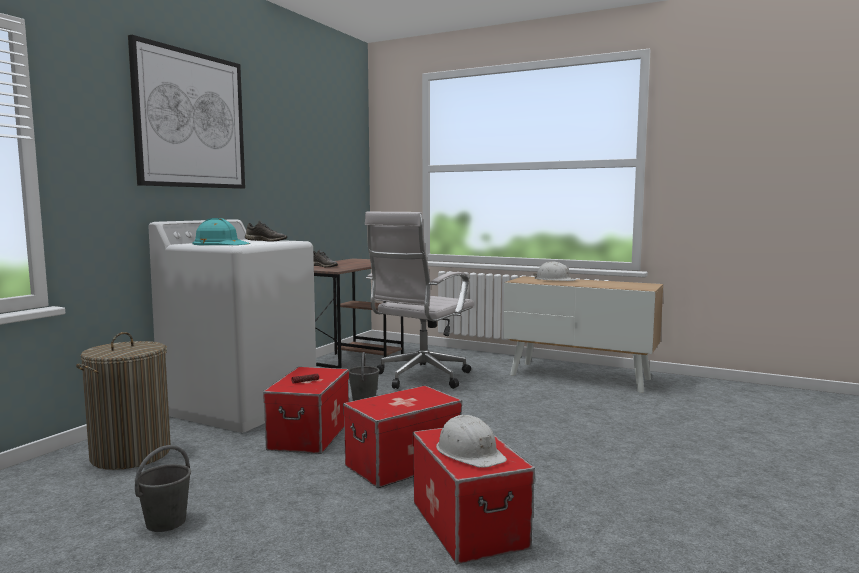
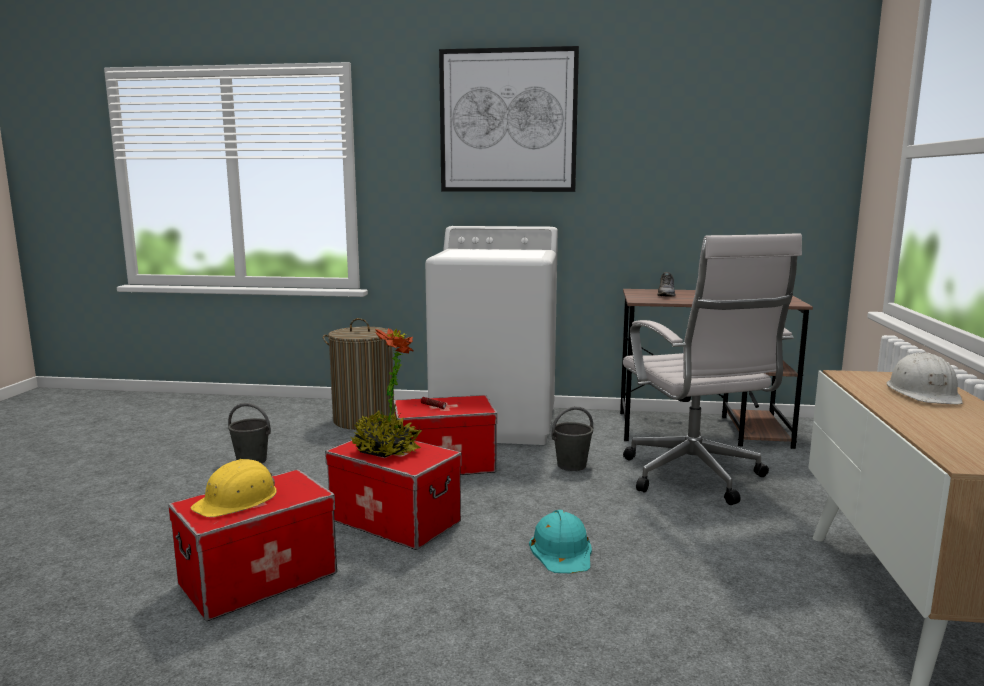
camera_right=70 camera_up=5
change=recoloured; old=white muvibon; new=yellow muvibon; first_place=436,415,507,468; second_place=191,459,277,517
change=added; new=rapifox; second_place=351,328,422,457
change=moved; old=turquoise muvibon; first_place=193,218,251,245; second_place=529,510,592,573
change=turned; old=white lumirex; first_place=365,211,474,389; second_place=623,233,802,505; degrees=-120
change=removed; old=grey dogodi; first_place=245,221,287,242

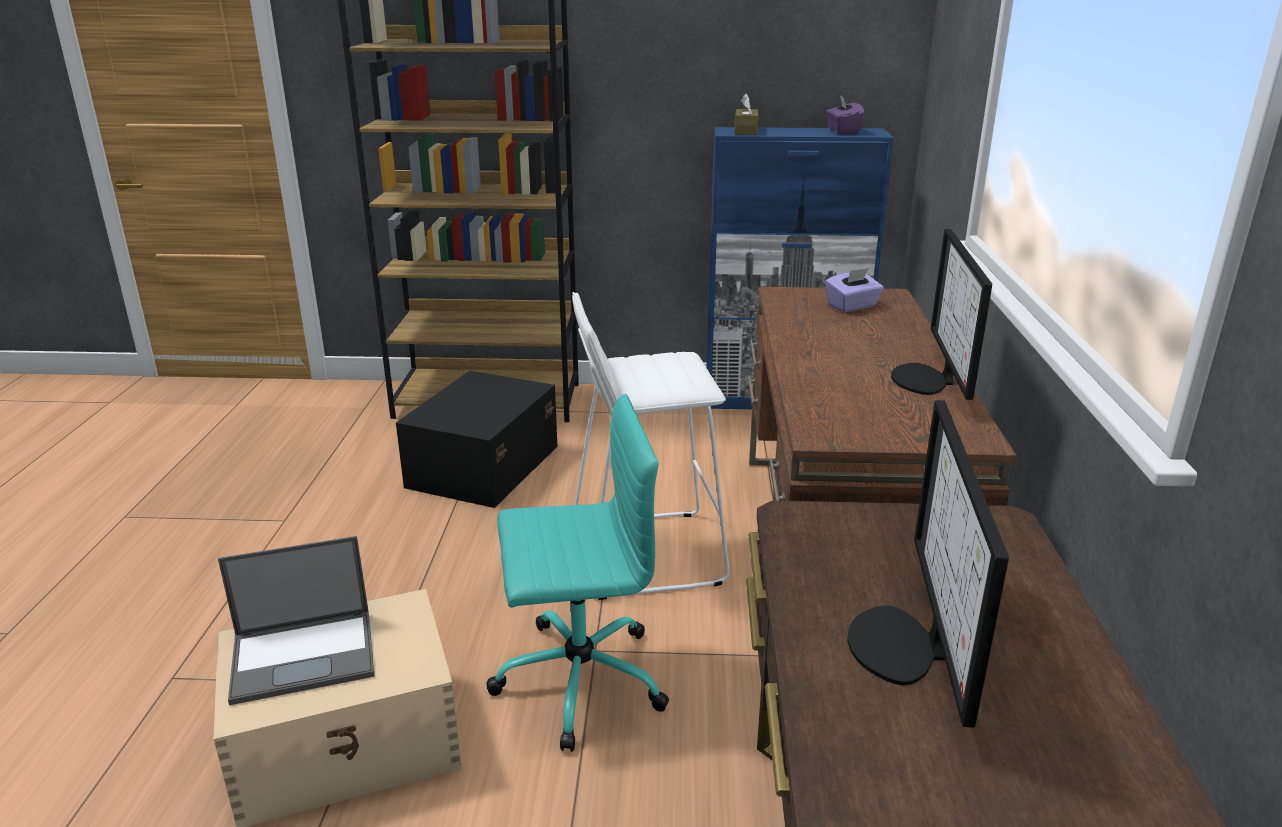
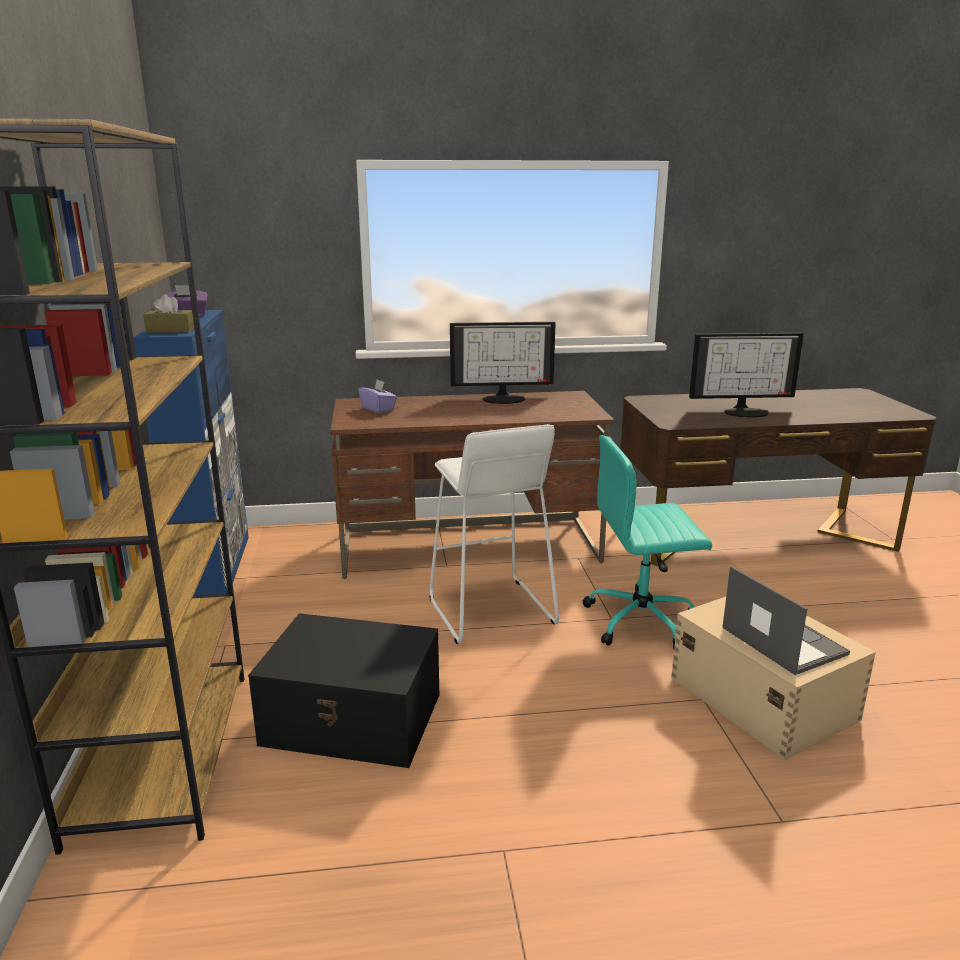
camera_right=-100 camera_up=-5
change=turned; old=turquoise lumirex; first_place=486,394,669,752; second_place=583,435,712,649; degrees=-75

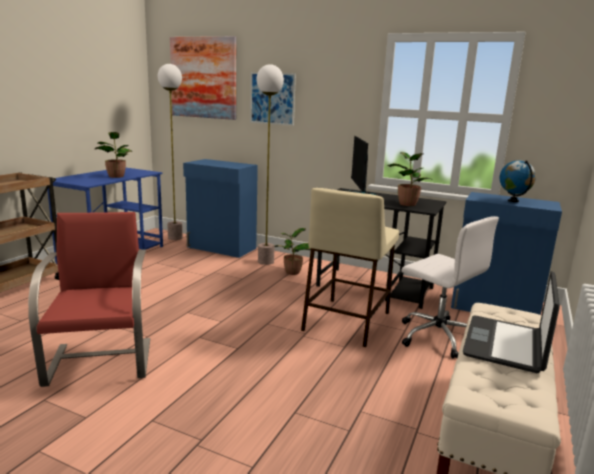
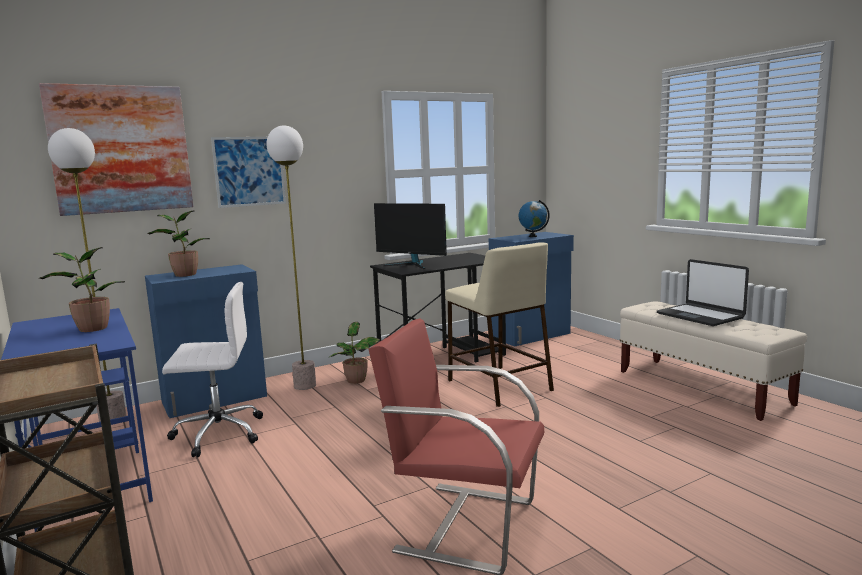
camera_right=-55 camera_up=-5
change=moved; old=rapifox; first_place=387,152,430,206; second_place=147,210,210,277
change=moved; old=white lumirex; first_place=401,216,499,359; second_place=162,282,263,457

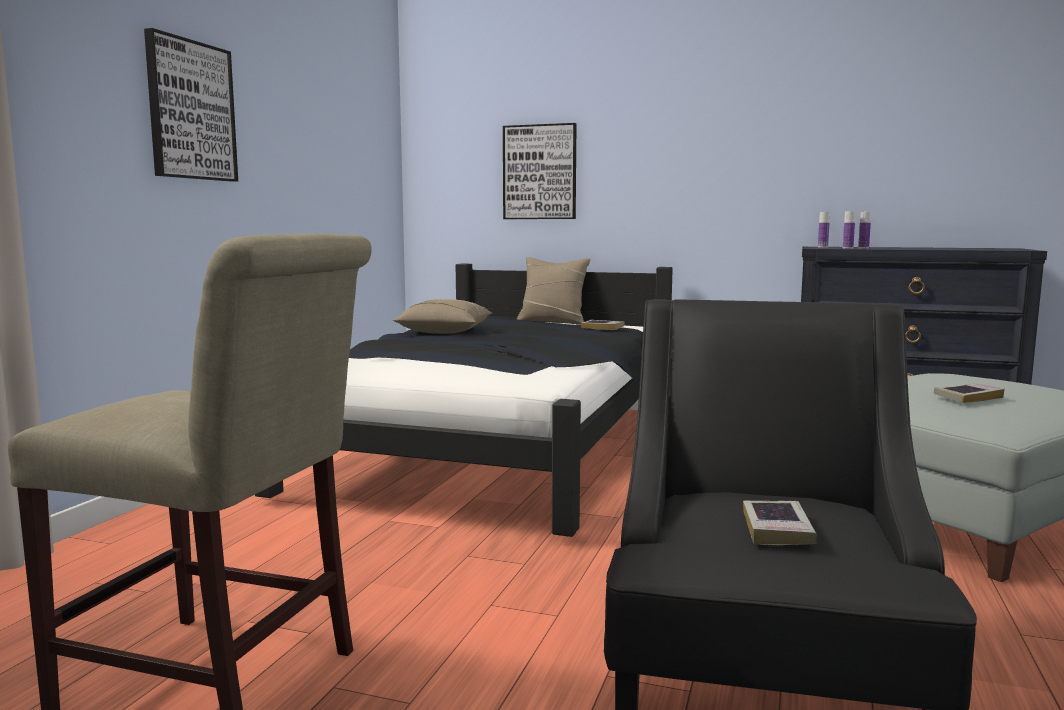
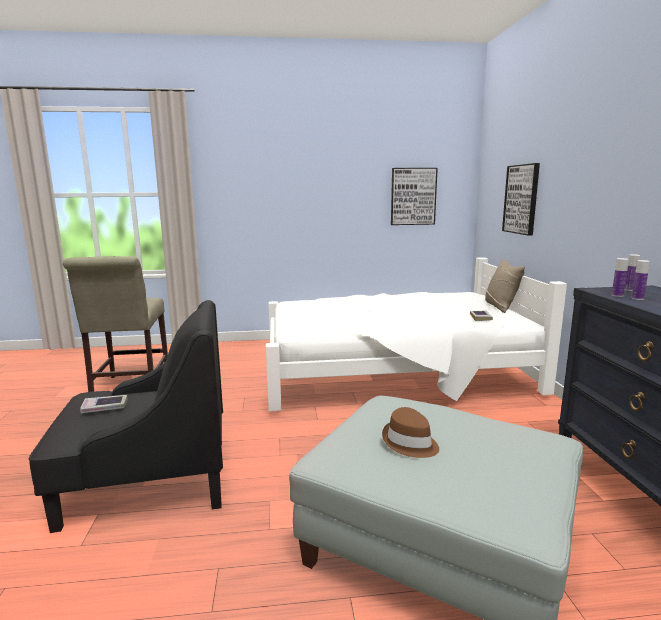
camera_right=65 camera_up=5
change=recoloured; old=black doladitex; new=white doladitex; first_place=255,264,673,537; second_place=266,257,567,411
change=replaced; old=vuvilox; new=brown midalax; first_place=934,383,1005,403; second_place=382,407,439,458
change=moved; old=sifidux; first_place=144,28,238,182; second_place=391,168,438,225
change=removed; old=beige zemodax; first_place=393,299,492,334

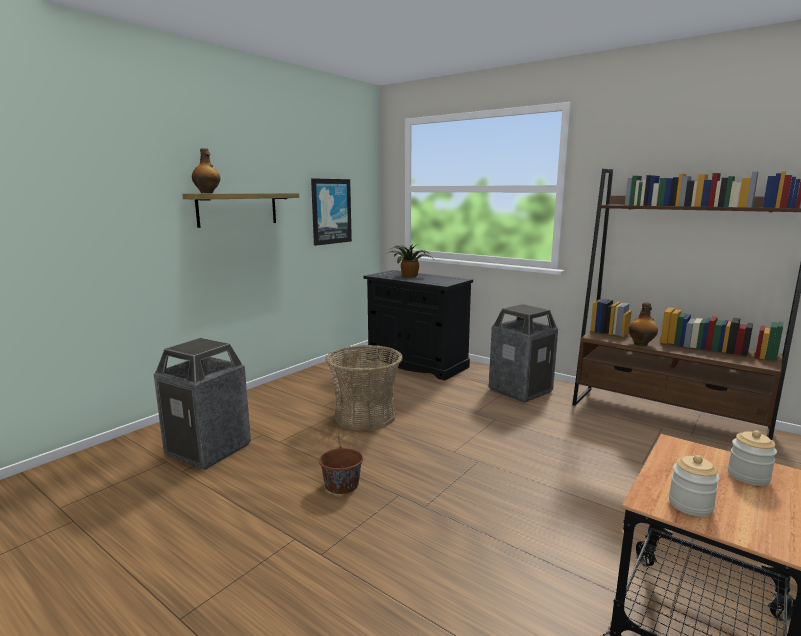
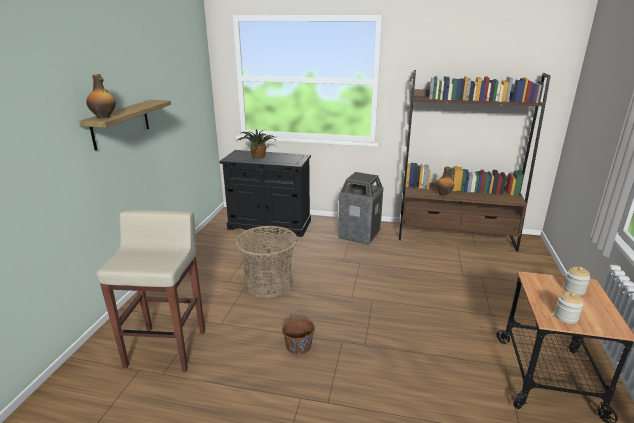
camera_right=-25 camera_up=10
change=replaced; old=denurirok; new=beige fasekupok; first_place=154,338,251,470; second_place=96,210,205,371
change=removed; old=sifidux; first_place=311,178,352,246

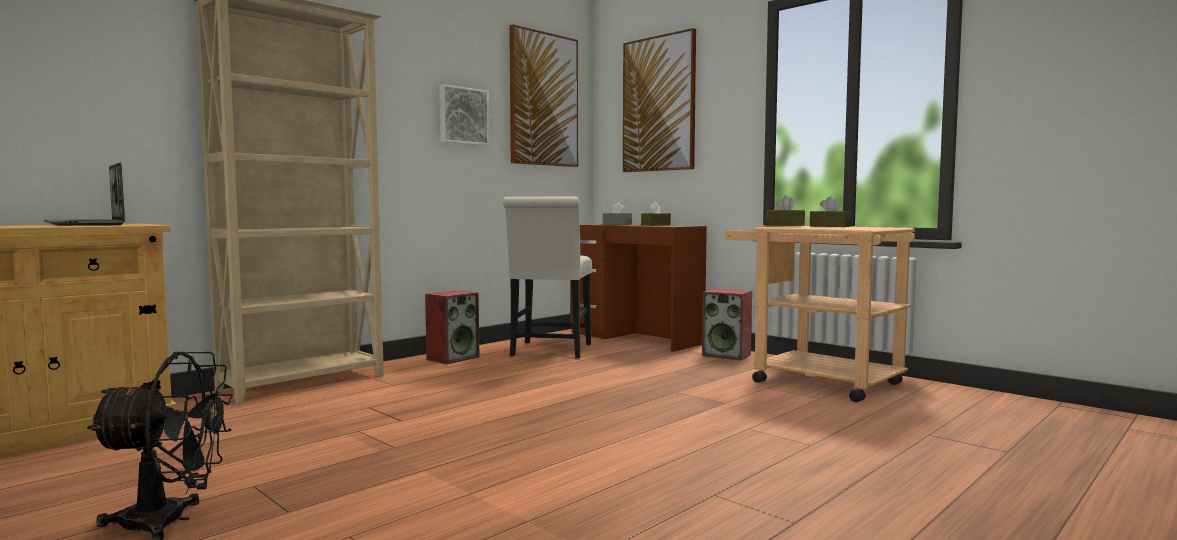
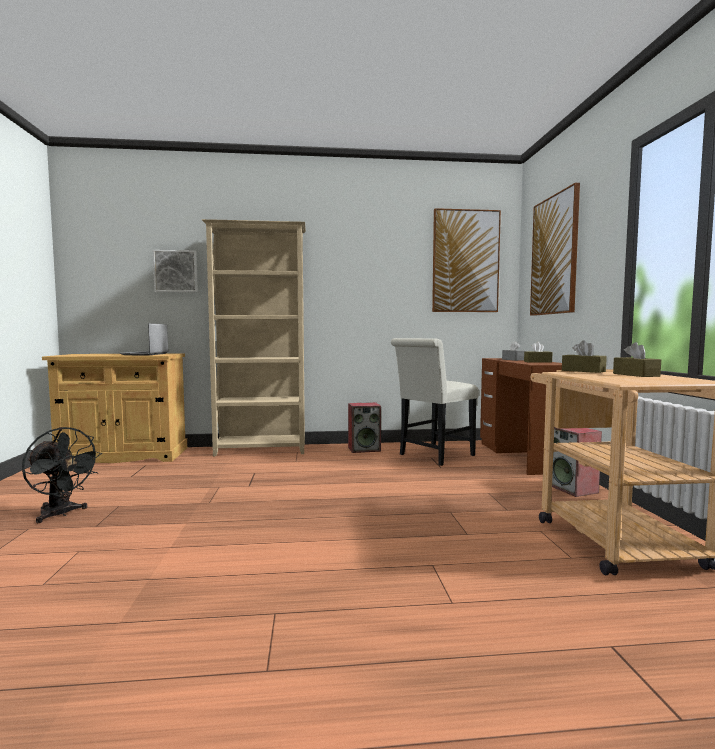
camera_right=40 camera_up=0
change=moved; old=sifidux; first_place=439,84,489,146; second_place=153,250,198,292

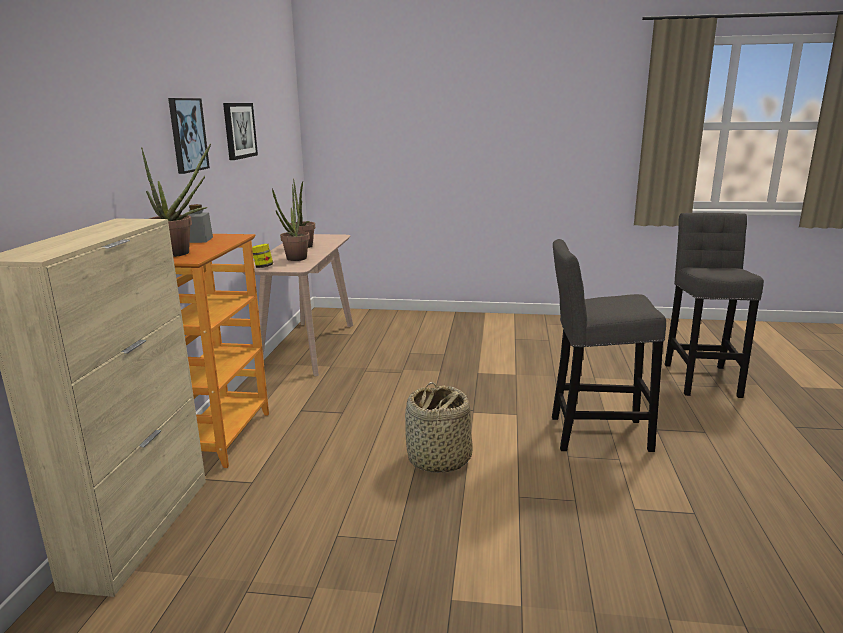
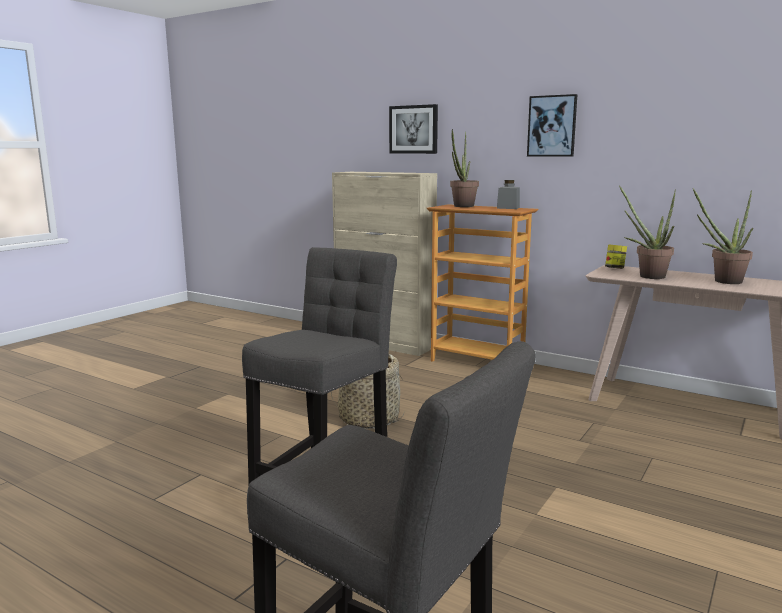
camera_right=115 camera_up=-5
change=moved; old=sifidux; first_place=223,103,258,160; second_place=389,104,438,154

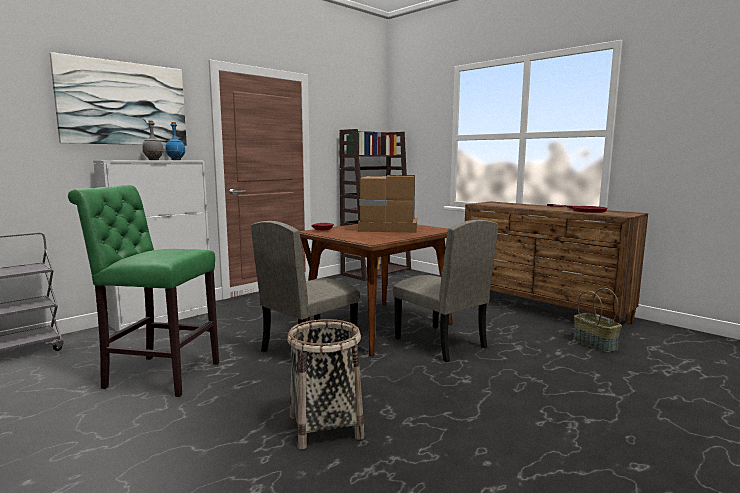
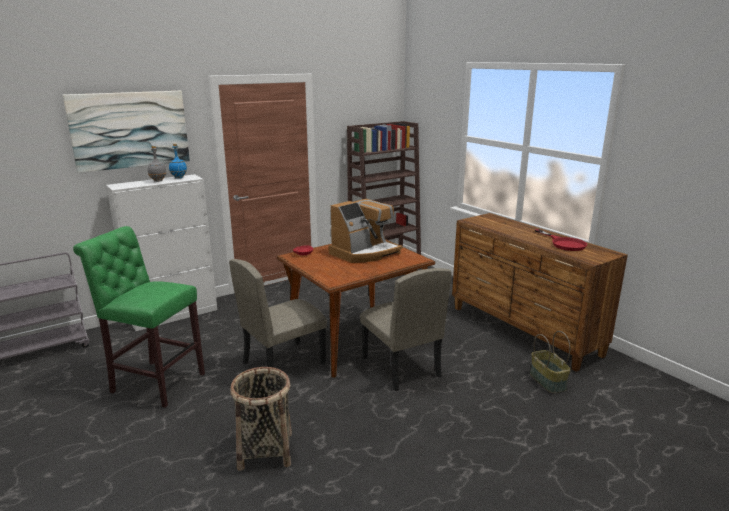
camera_right=10 camera_up=10
change=turned; old=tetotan; first_place=358,175,417,233; second_place=329,199,403,263; degrees=120

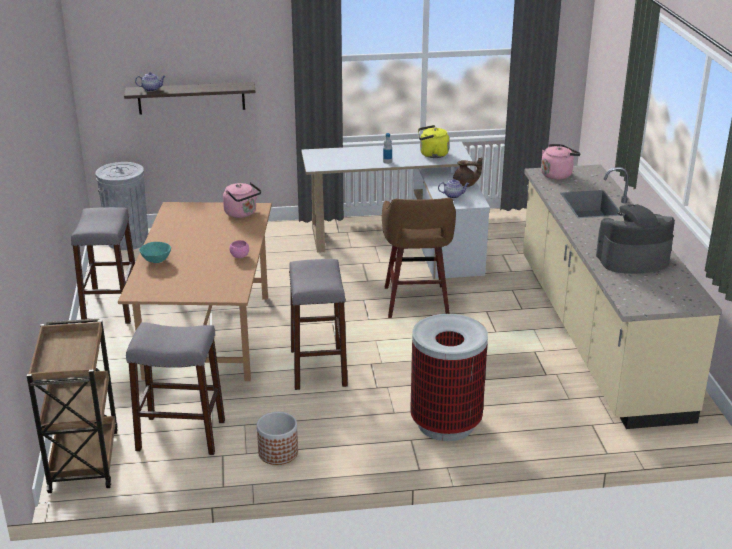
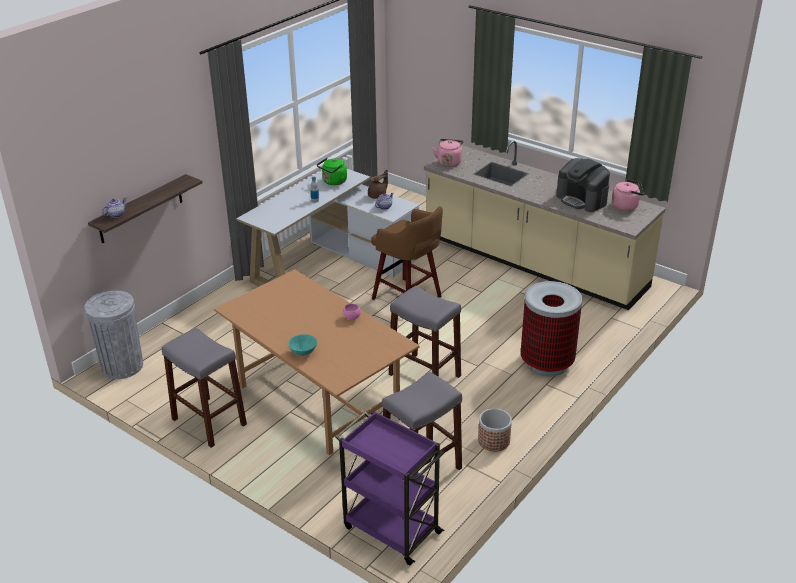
camera_right=-45 camera_up=5
change=recoloured; old=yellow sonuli; new=green sonuli; first_place=418,125,449,158; second_place=317,158,347,185
change=recoloured; old=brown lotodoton; new=purple lotodoton; first_place=27,318,118,493; second_place=335,410,444,565
change=turned; old=tetotan; first_place=596,204,675,274; second_place=556,158,610,212; degrees=-75
change=moved; old=pink sonuli; first_place=223,182,261,218; second_place=612,179,644,211

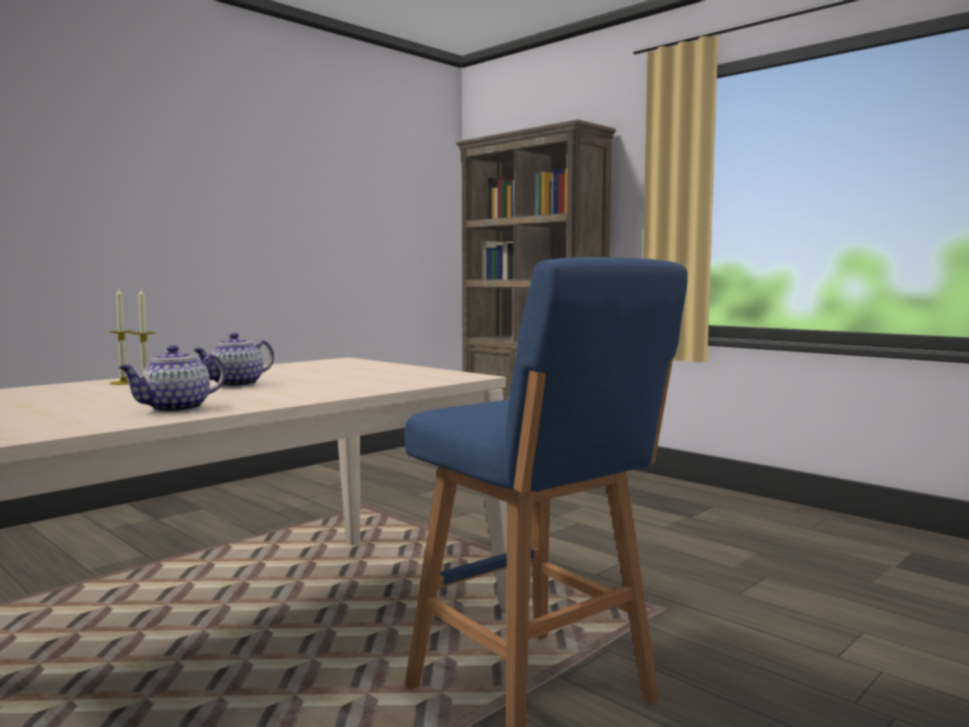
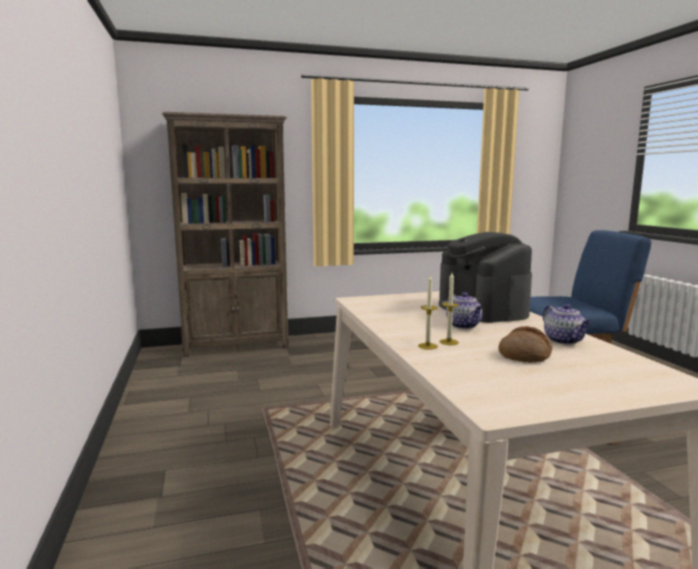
camera_right=-60 camera_up=5
change=added; new=tetotan; second_place=439,232,532,323
change=added; new=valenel; second_place=498,326,552,363

